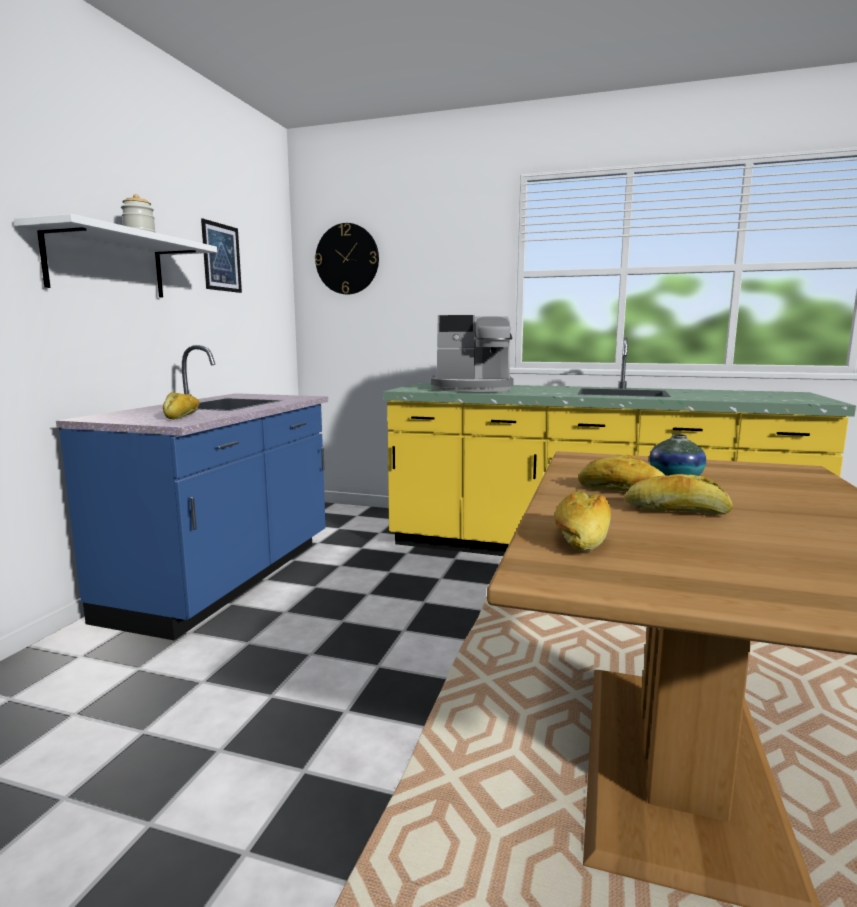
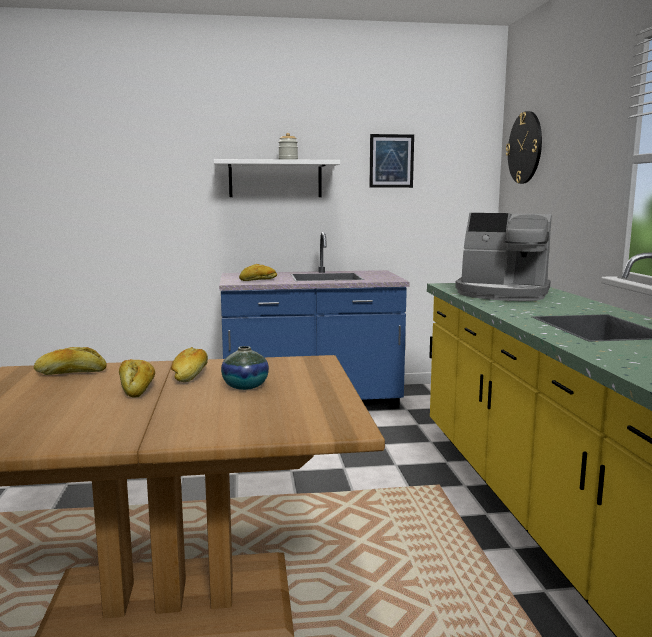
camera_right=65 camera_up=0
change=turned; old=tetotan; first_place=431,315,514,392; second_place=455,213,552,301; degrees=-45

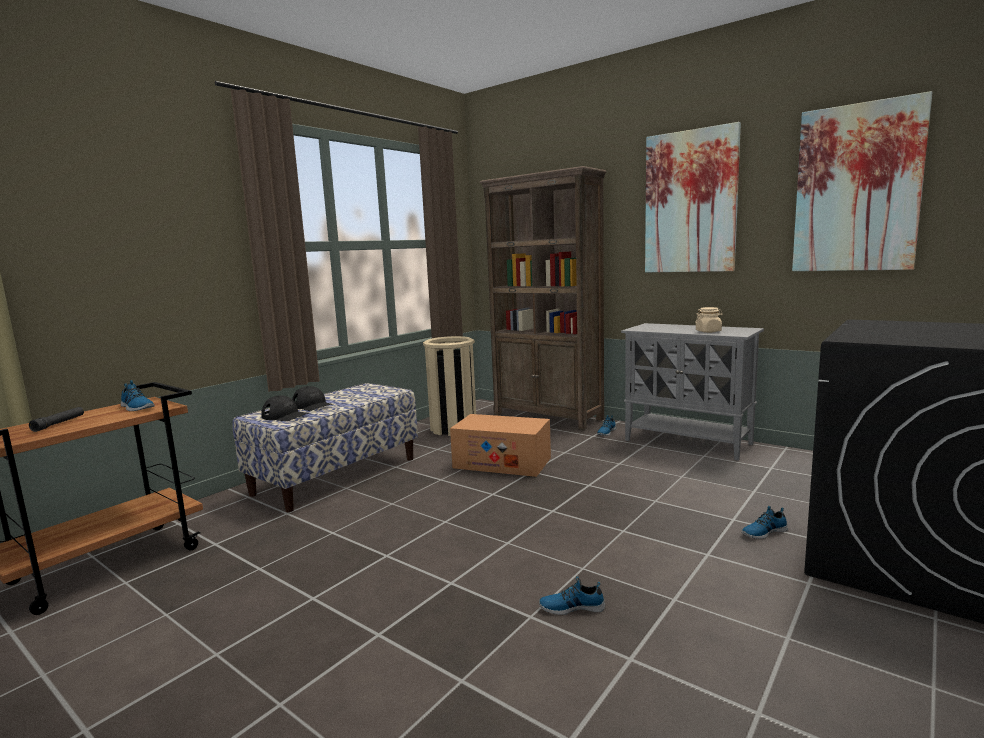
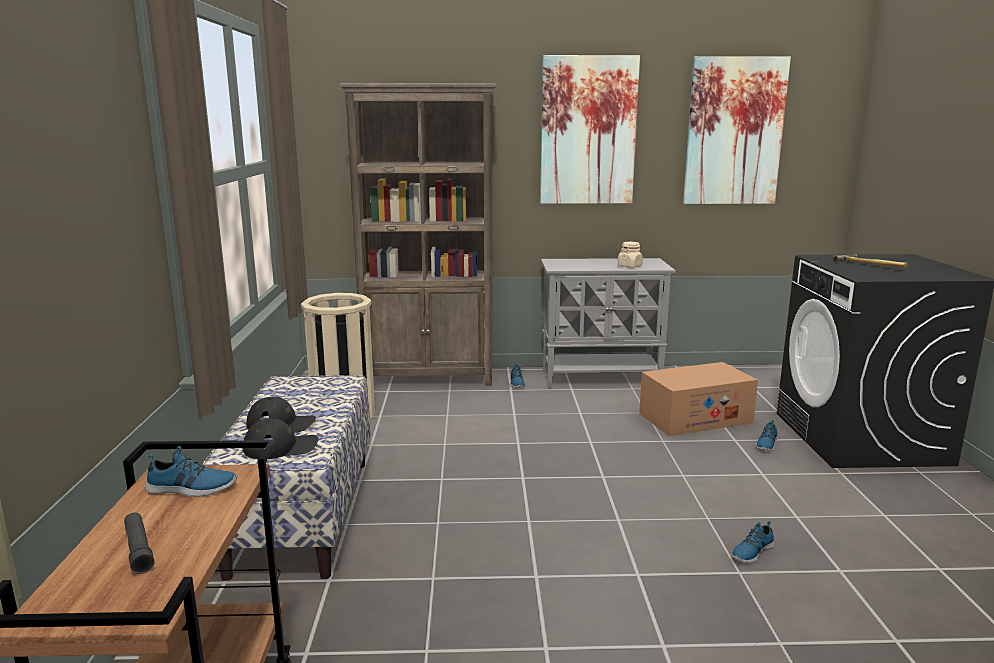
camera_right=-40 camera_up=5
change=moved; old=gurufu; first_place=450,414,551,477; second_place=639,362,758,436
change=added; new=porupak; second_place=833,255,908,268

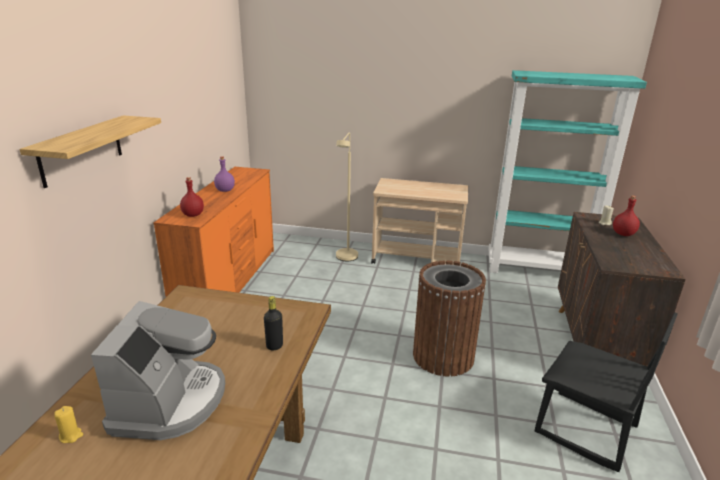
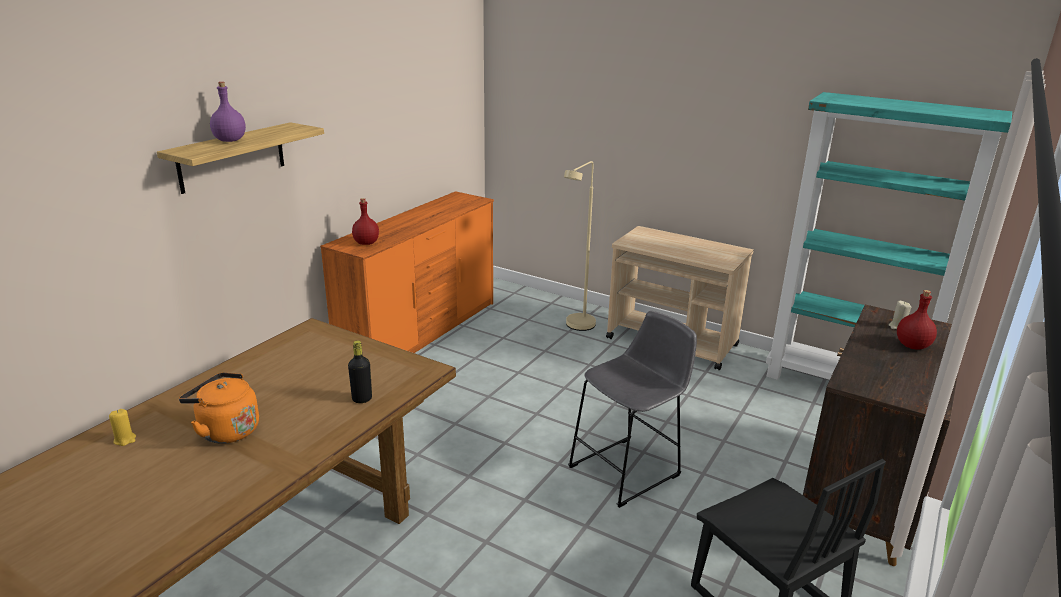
camera_right=20 camera_up=0
change=replaced; old=tetotan; new=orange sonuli; first_place=91,301,225,440; second_place=179,372,259,444
change=moved; old=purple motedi; first_place=214,156,235,192; second_place=210,82,246,142
change=replaced; old=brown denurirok; new=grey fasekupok; first_place=413,261,486,377; second_place=568,311,697,508

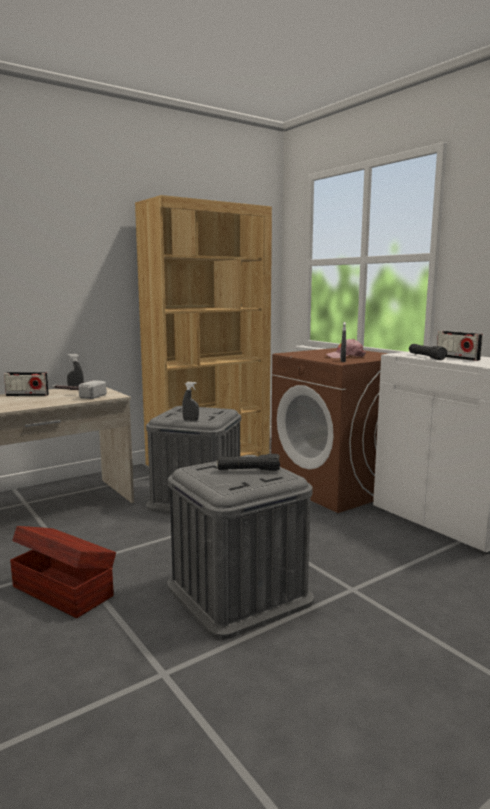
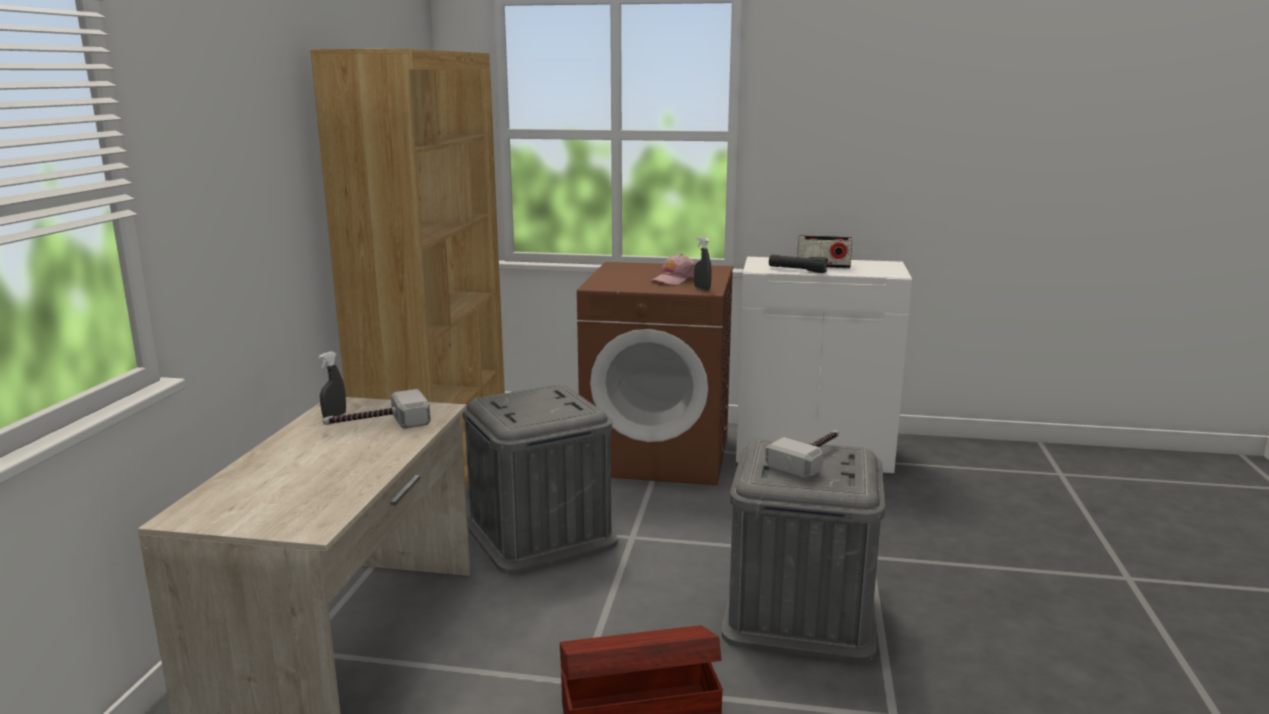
camera_right=-45 camera_up=5
change=replaced; old=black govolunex; new=porupak; first_place=218,454,280,471; second_place=765,430,839,479
change=removed; old=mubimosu; first_place=4,372,49,396
change=removed; old=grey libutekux; first_place=182,382,199,421

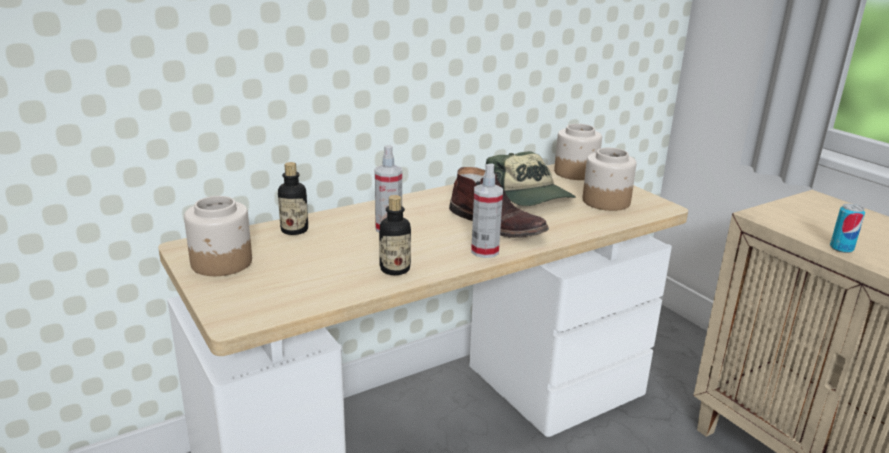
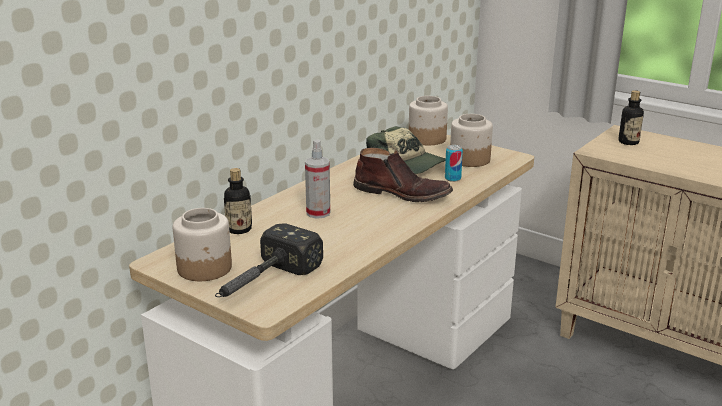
camera_right=-20 camera_up=0
change=added; new=porupak; second_place=215,223,323,297
change=moved; old=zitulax; first_place=830,204,865,253; second_place=445,145,463,182
change=moved; old=motedi; first_place=379,195,411,275; second_place=618,90,644,145
change=removed; old=libutekux; first_place=471,163,503,258

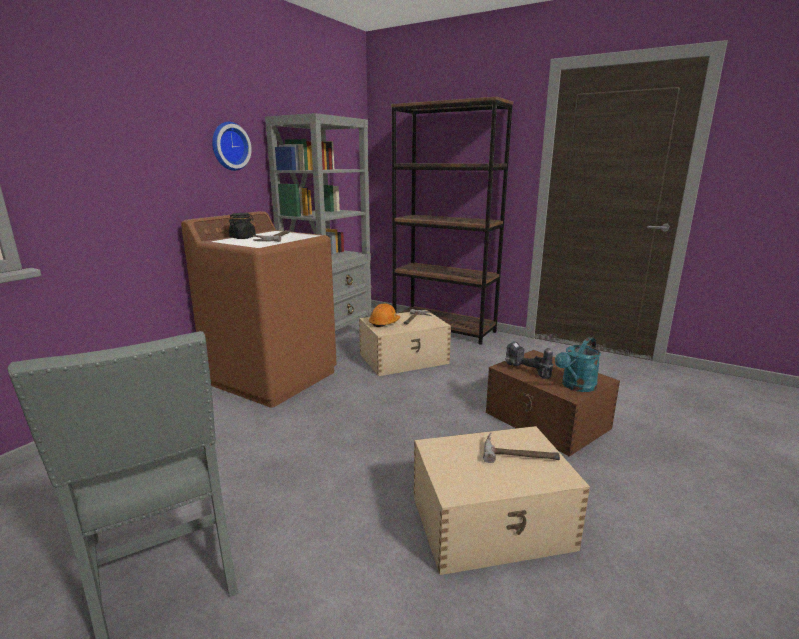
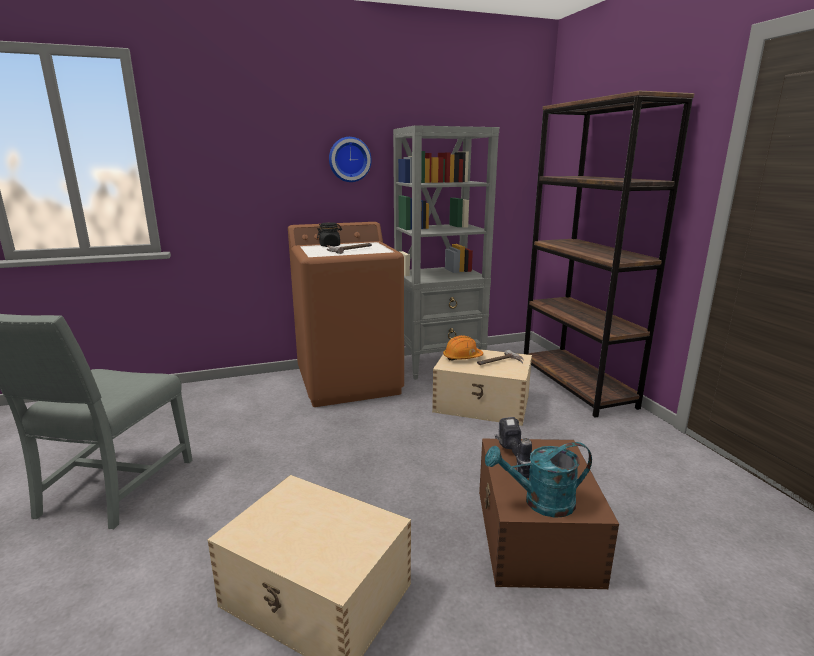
camera_right=40 camera_up=0
change=removed; old=porupak; first_place=483,432,560,463

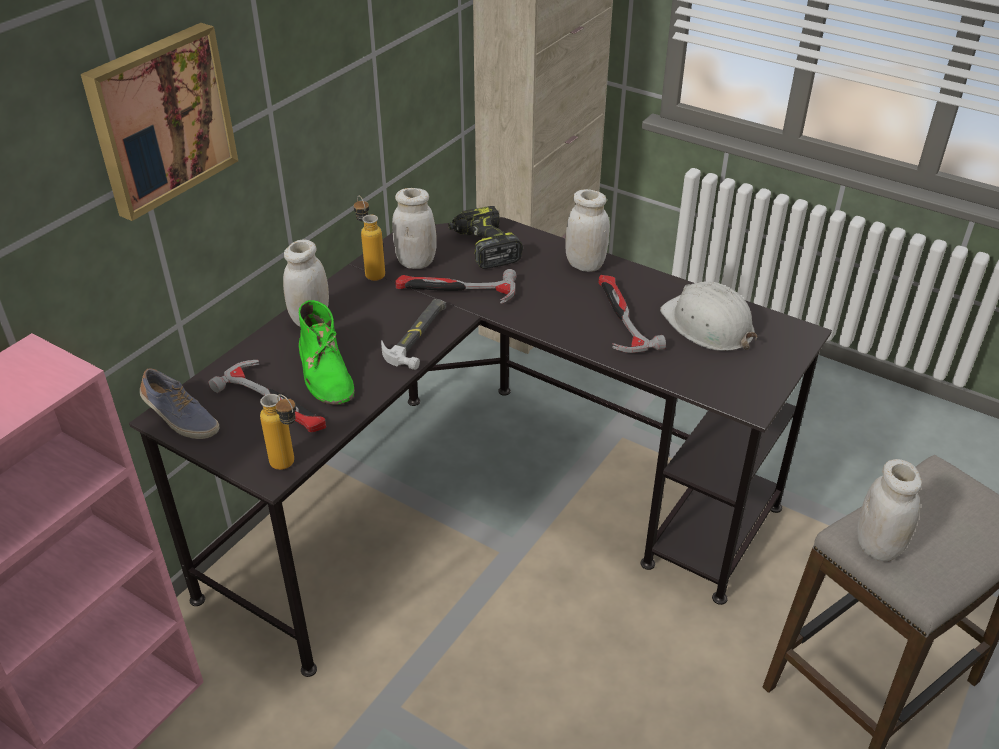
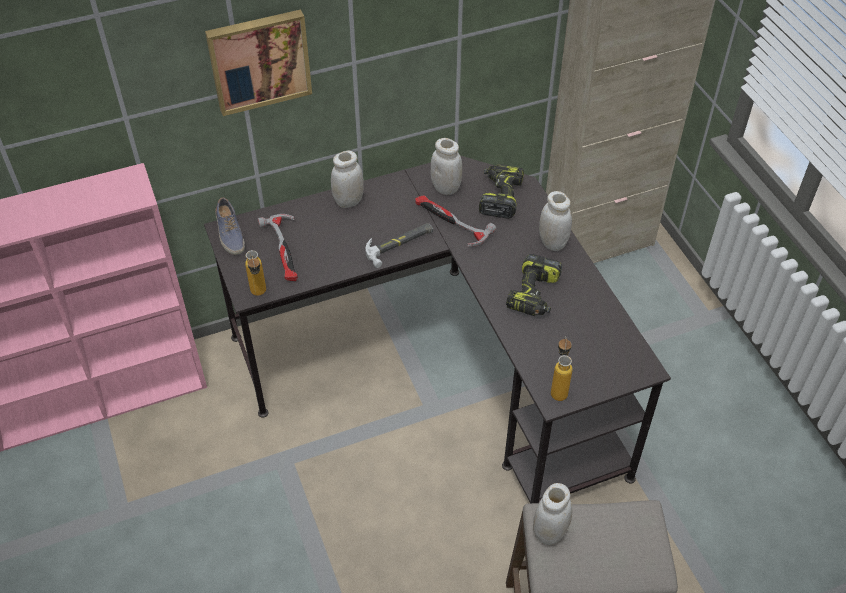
camera_right=35 camera_up=10
change=replaced; old=porupak; new=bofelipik; first_place=599,275,666,353; second_place=506,254,562,316
change=moved; old=motedi; first_place=354,196,385,281; second_place=551,336,573,401
change=removed; old=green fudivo; first_place=299,300,355,405
change=removed; old=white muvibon; first_place=660,282,757,351

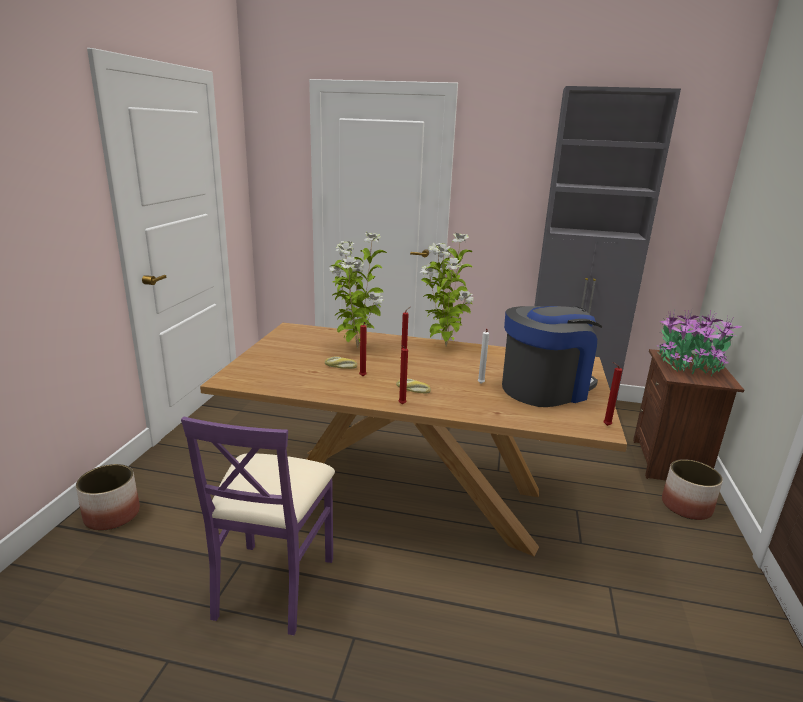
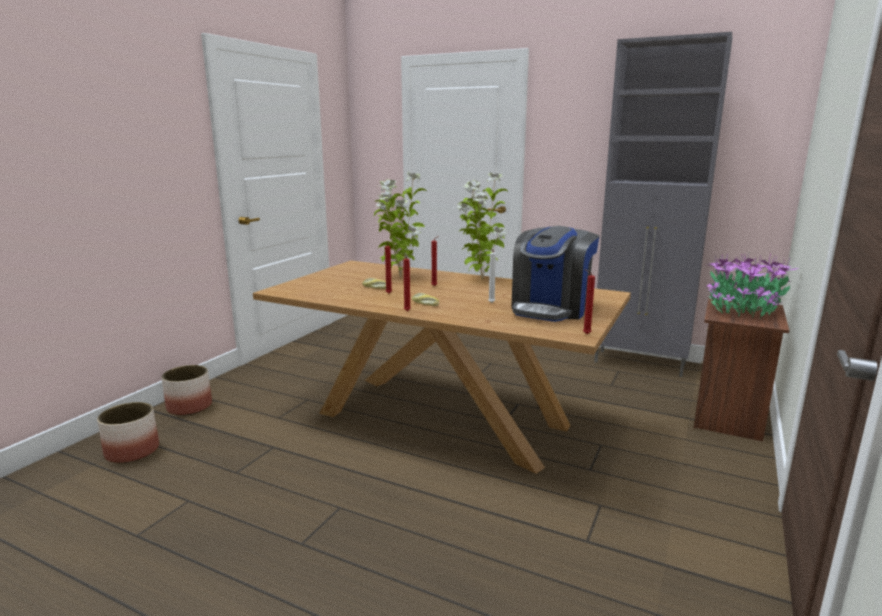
camera_right=15 camera_up=-5
change=moved; old=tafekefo; first_place=662,459,723,520; second_place=97,402,159,463
change=turned; old=tetotan; first_place=502,306,603,407; second_place=511,226,599,322; degrees=135
change=removed; old=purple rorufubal; first_place=181,417,335,635

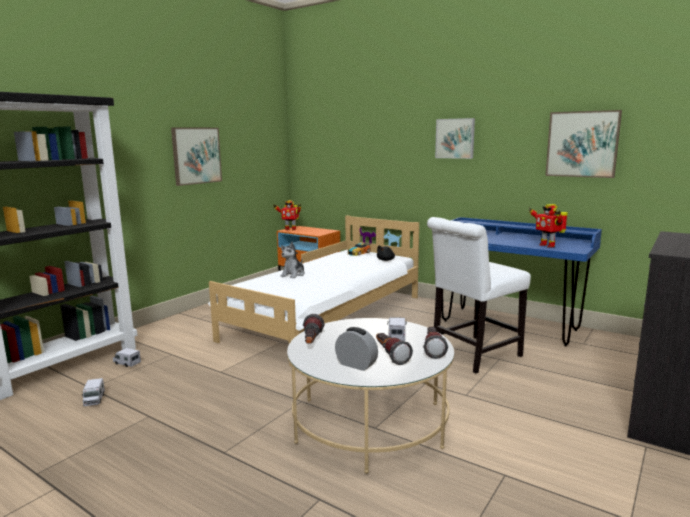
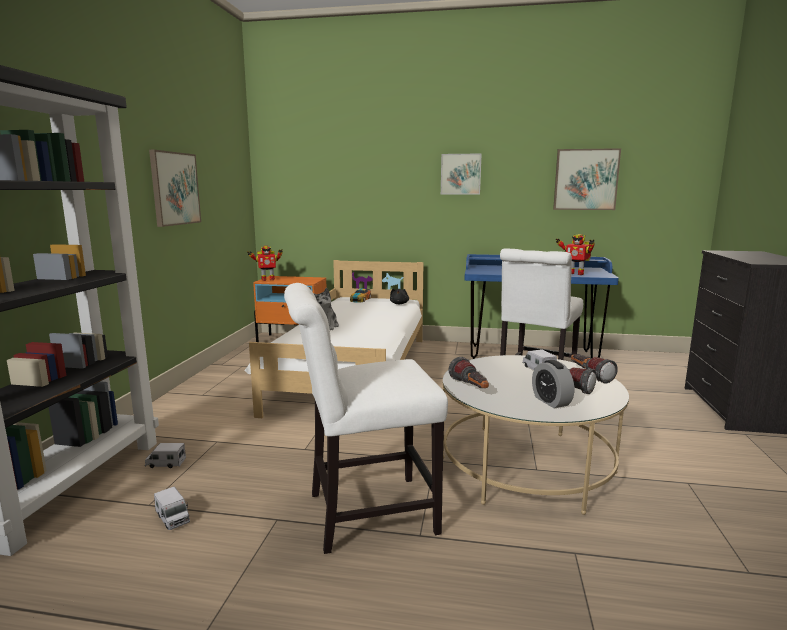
camera_right=-25 camera_up=0
change=added; new=white rorufubal; second_place=284,283,448,554
change=turned; old=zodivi; first_place=335,327,378,371; second_place=532,360,574,408; degrees=-120

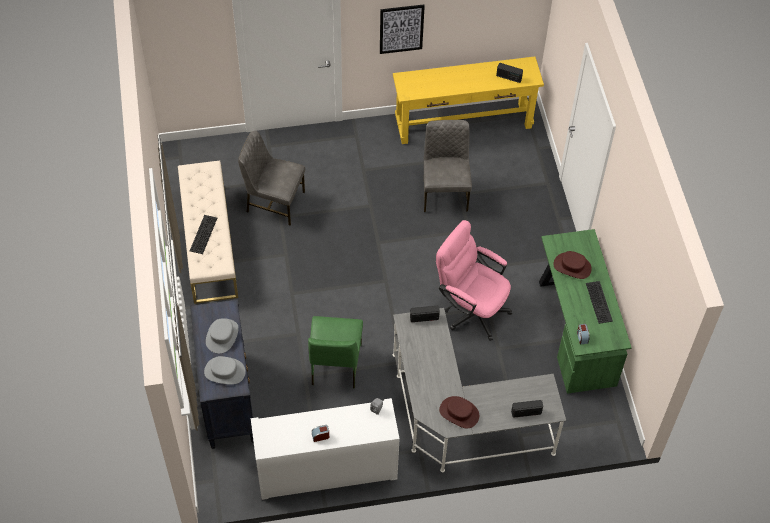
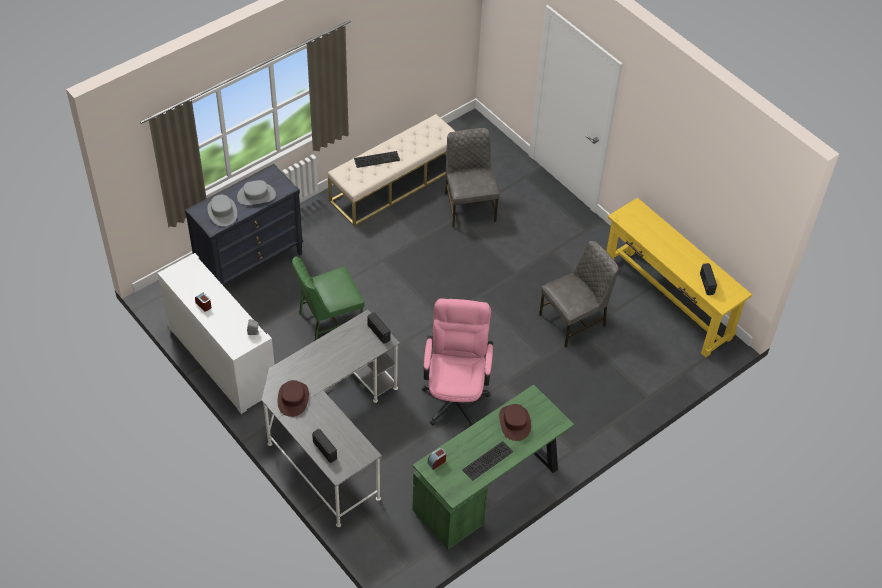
camera_right=60 camera_up=-5
change=removed; old=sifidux; first_place=380,5,425,54

